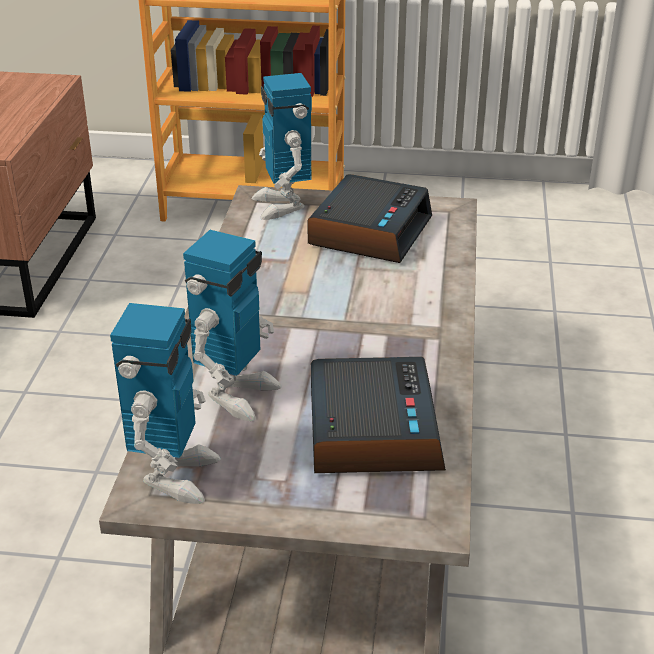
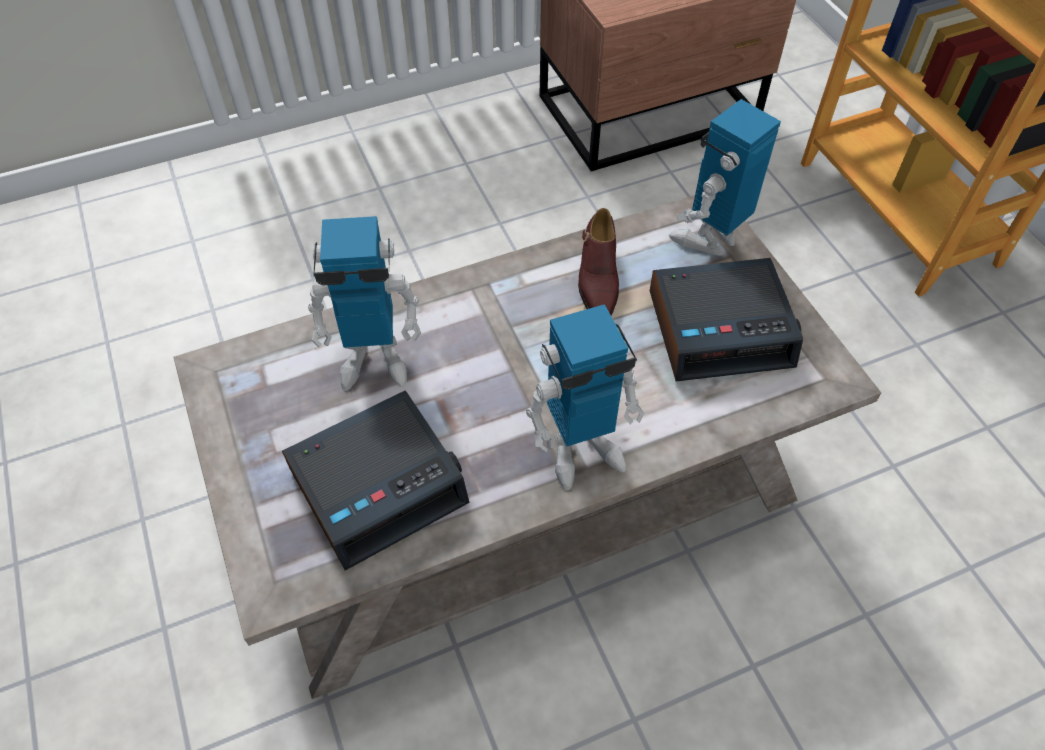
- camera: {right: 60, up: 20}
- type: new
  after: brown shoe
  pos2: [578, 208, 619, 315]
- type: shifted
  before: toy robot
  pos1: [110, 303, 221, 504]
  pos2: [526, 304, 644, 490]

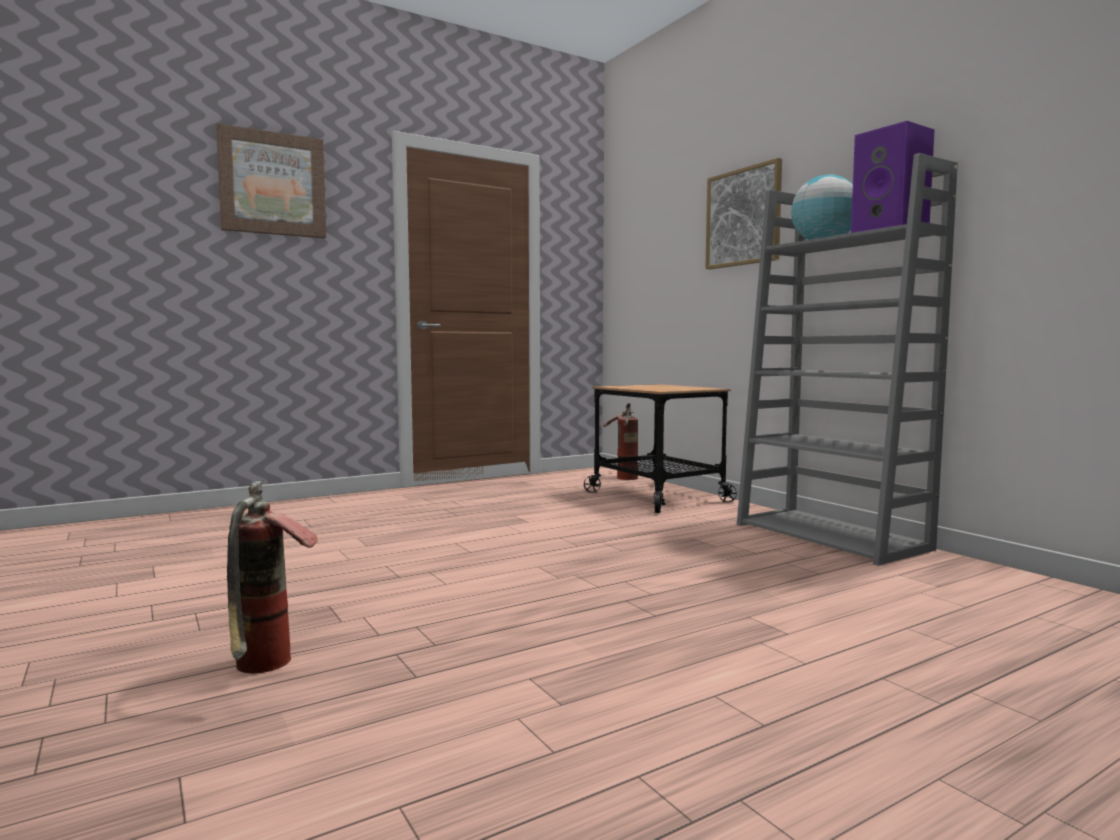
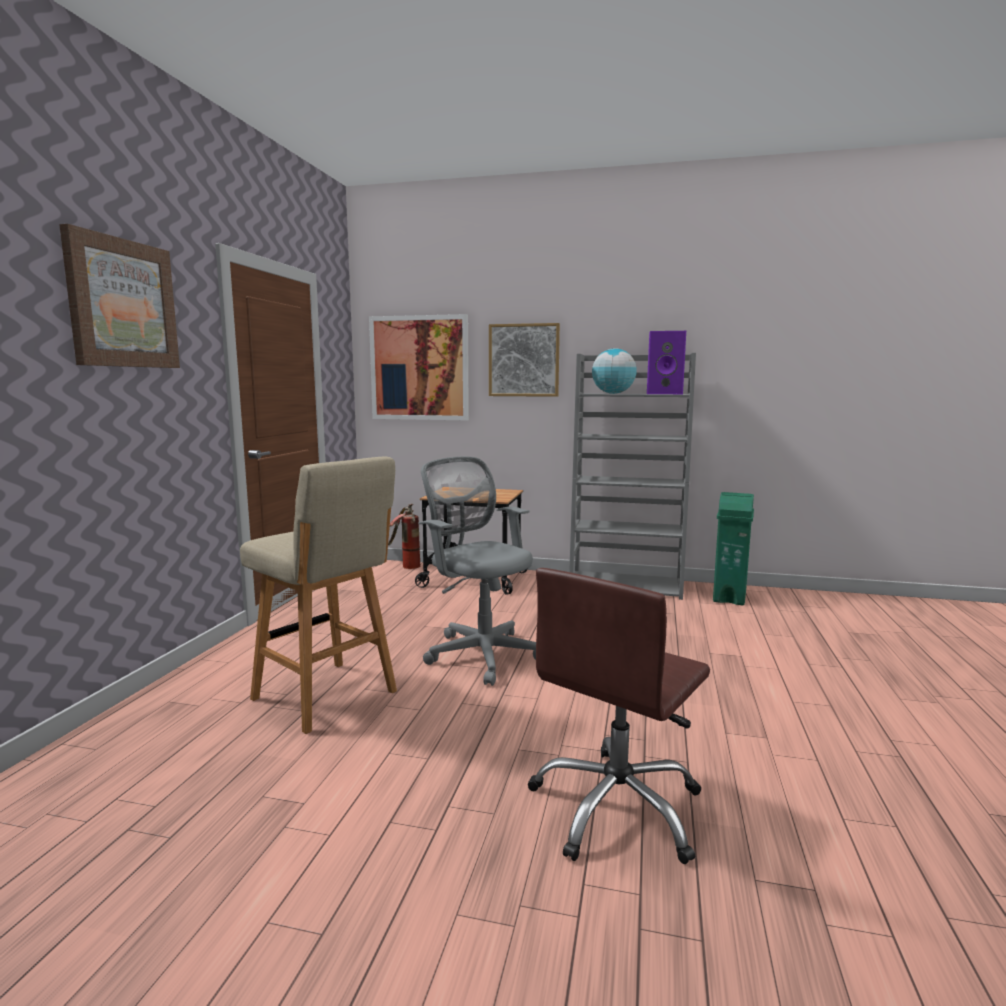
- camera: {right: -45, up: 5}
- type: new
  after: beige stool
  pos2: [240, 456, 397, 734]
- type: new
  after: picture
  pos2: [369, 314, 469, 420]
- type: new
  after: grey office chair
  pos2: [418, 456, 536, 686]
- type: new
  after: green trash can
  pos2: [713, 492, 754, 605]
- type: swapped
  before: fire extinguisher
  after: brown office chair
  pos1: [227, 480, 318, 673]
  pos2: [527, 568, 710, 864]

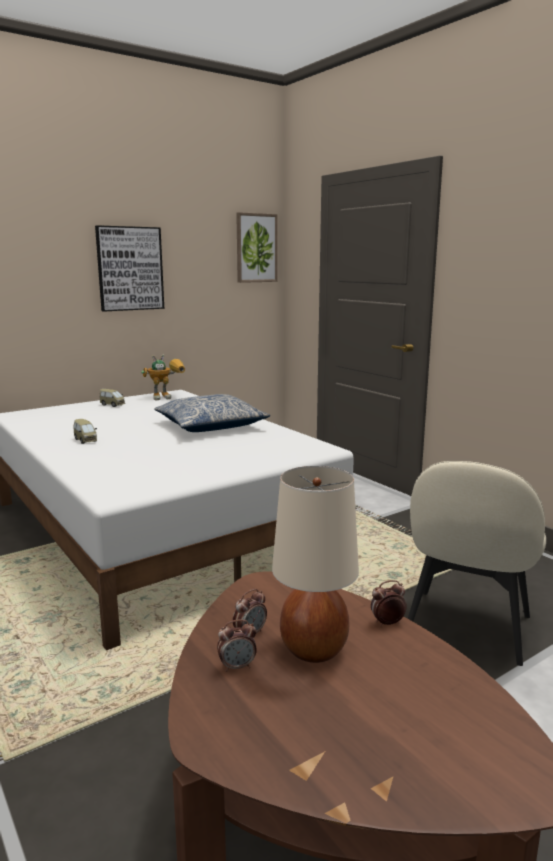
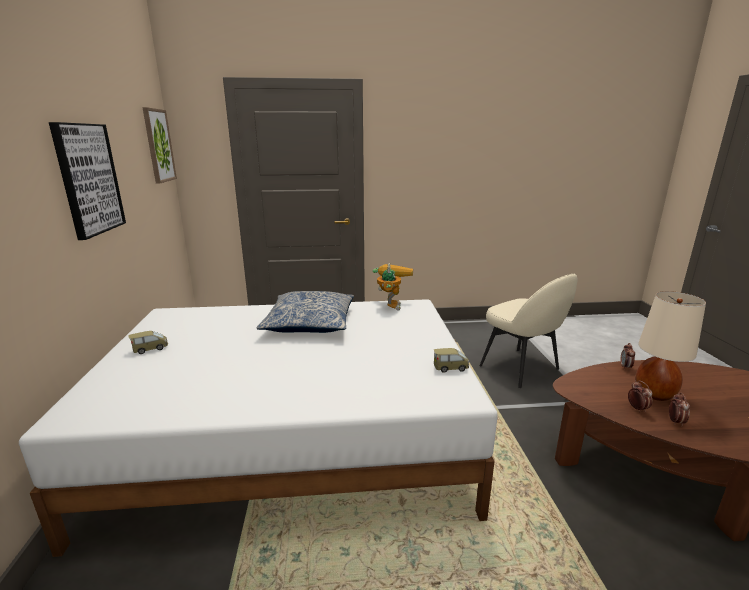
- camera: {right: -60, up: 5}
- type: shifted
  before: toy car
  pos1: [74, 419, 97, 444]
  pos2: [433, 348, 469, 373]
- type: shifted
  before: toy robot
  pos1: [141, 355, 185, 400]
  pos2: [373, 263, 413, 311]

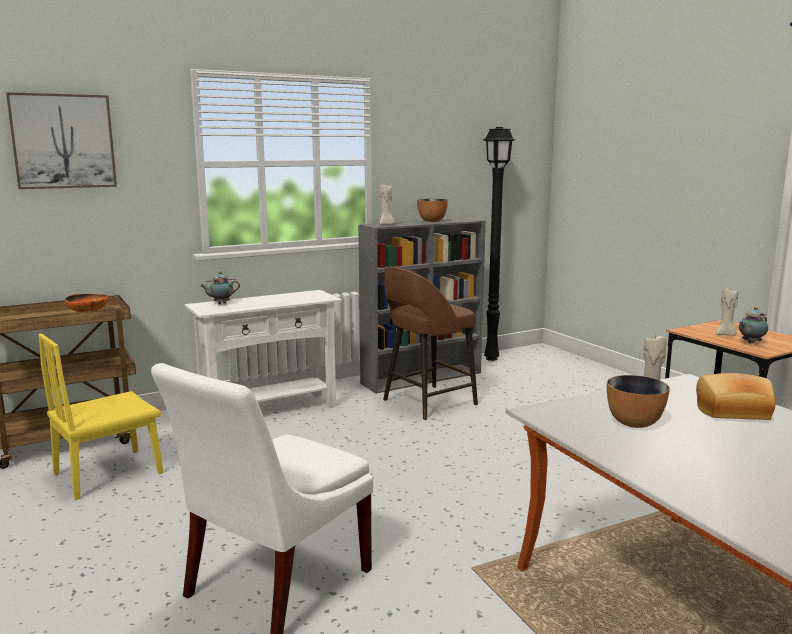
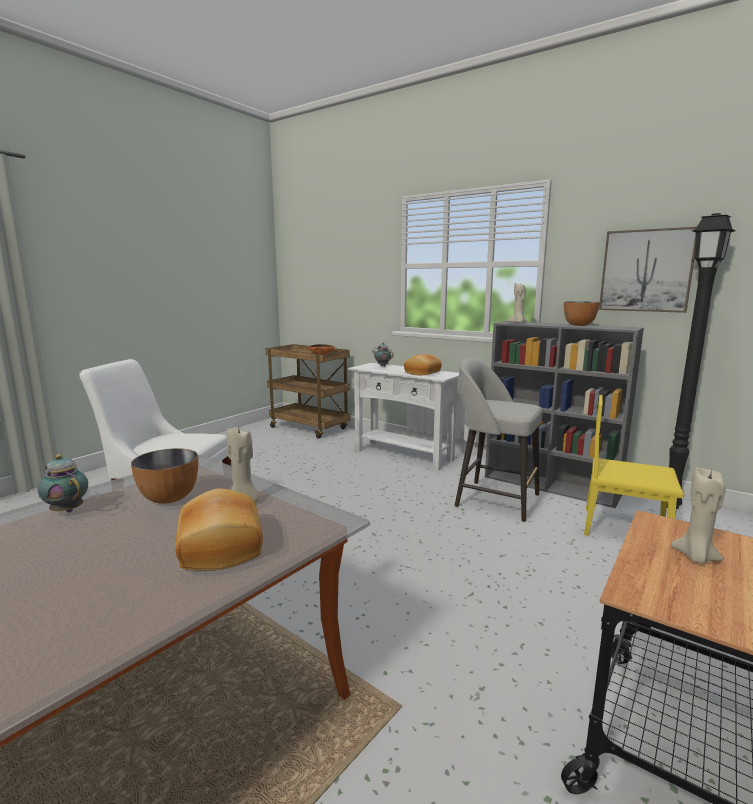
- camera: {right: 65, up: 0}
- type: new
  after: bread
  pos2: [404, 354, 442, 375]
- type: shifted
  before: picture
  pos1: [6, 92, 117, 189]
  pos2: [599, 227, 696, 313]
- type: shifted
  before: yellow chair
  pos1: [38, 333, 164, 500]
  pos2: [584, 395, 684, 536]
- type: shifted
  before: teapot
  pos1: [739, 307, 768, 343]
  pos2: [38, 454, 88, 513]
- type: repainted
  before: brown stool
  after: grey stool
  pos1: [383, 266, 478, 420]
  pos2: [455, 358, 542, 522]

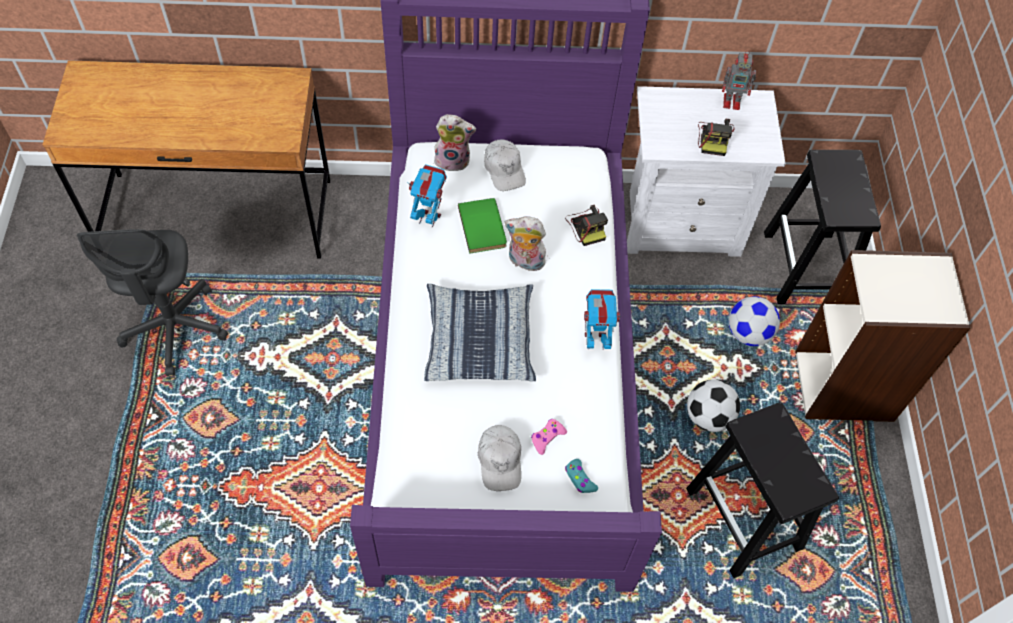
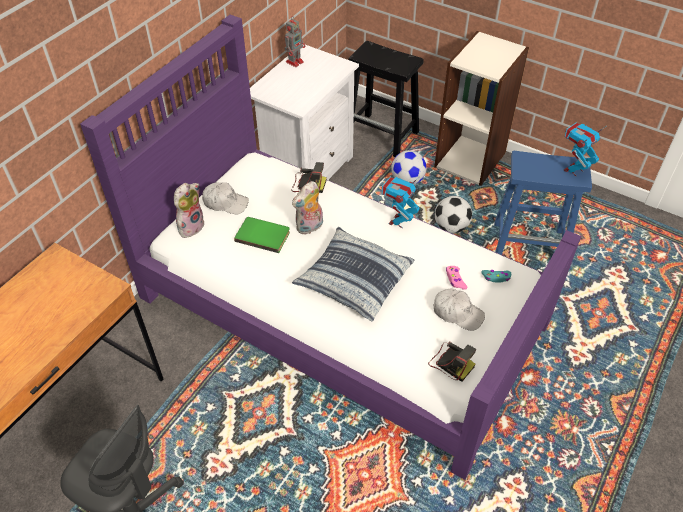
- camera: {right: -55, up: -10}
- type: shifted
  before: toy robot
  pos1: [407, 164, 447, 228]
  pos2: [564, 122, 605, 177]
- type: shifted
  before: photo camera
  pos1: [698, 119, 735, 156]
  pos2: [428, 341, 476, 382]
- type: repainted
  before: black stool
  after: blue stool
  pos1: [686, 402, 839, 578]
  pos2: [494, 151, 592, 255]

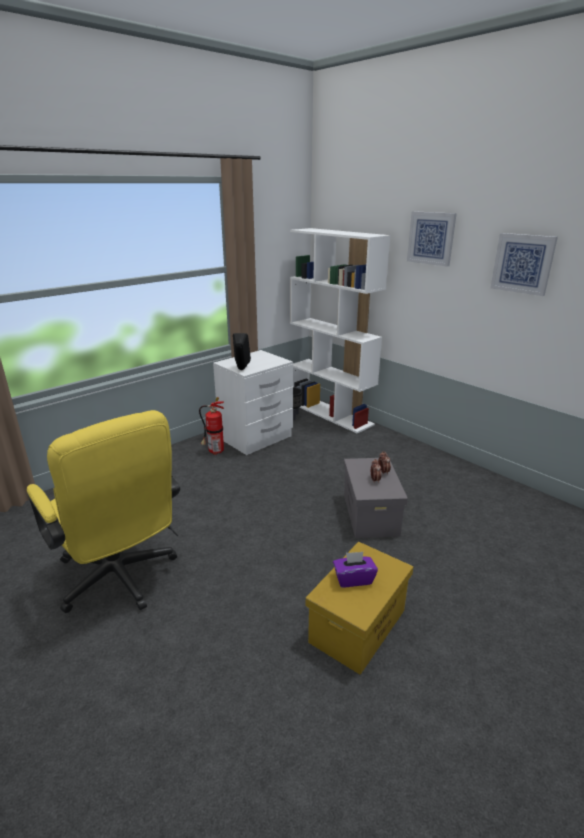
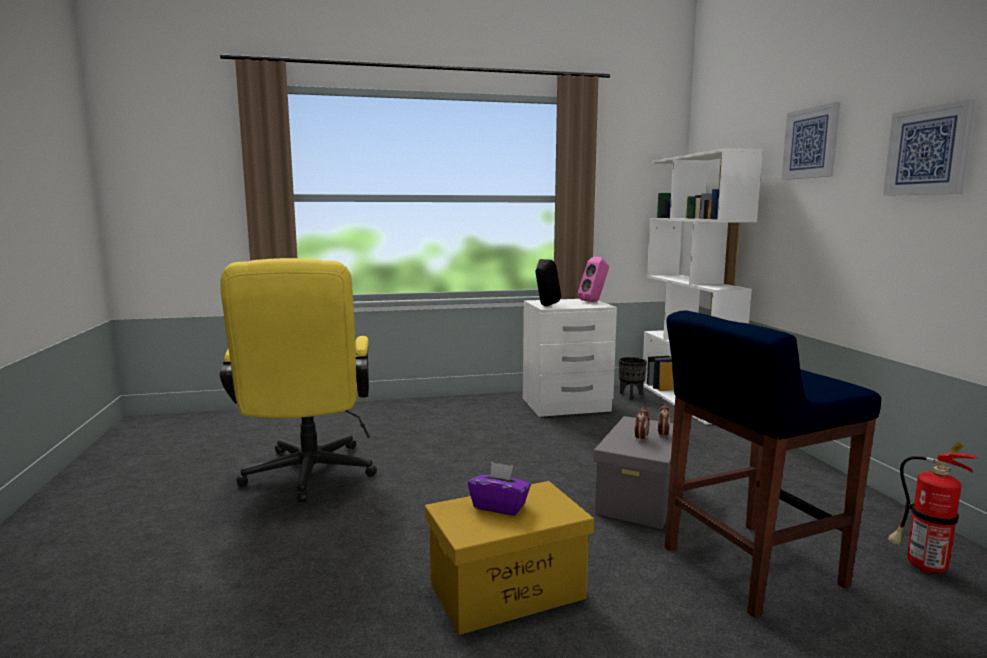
- camera: {right: 30, up: -15}
- type: new
  after: pink speaker
  pos2: [578, 257, 609, 302]
- type: new
  after: blue stool
  pos2: [665, 310, 881, 618]
- type: shifted
  before: fire extinguisher
  pos1: [199, 397, 224, 455]
  pos2: [888, 442, 978, 574]

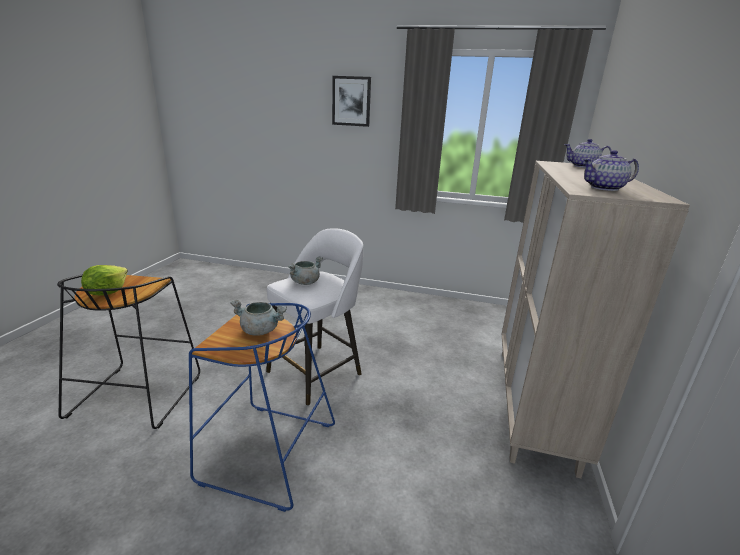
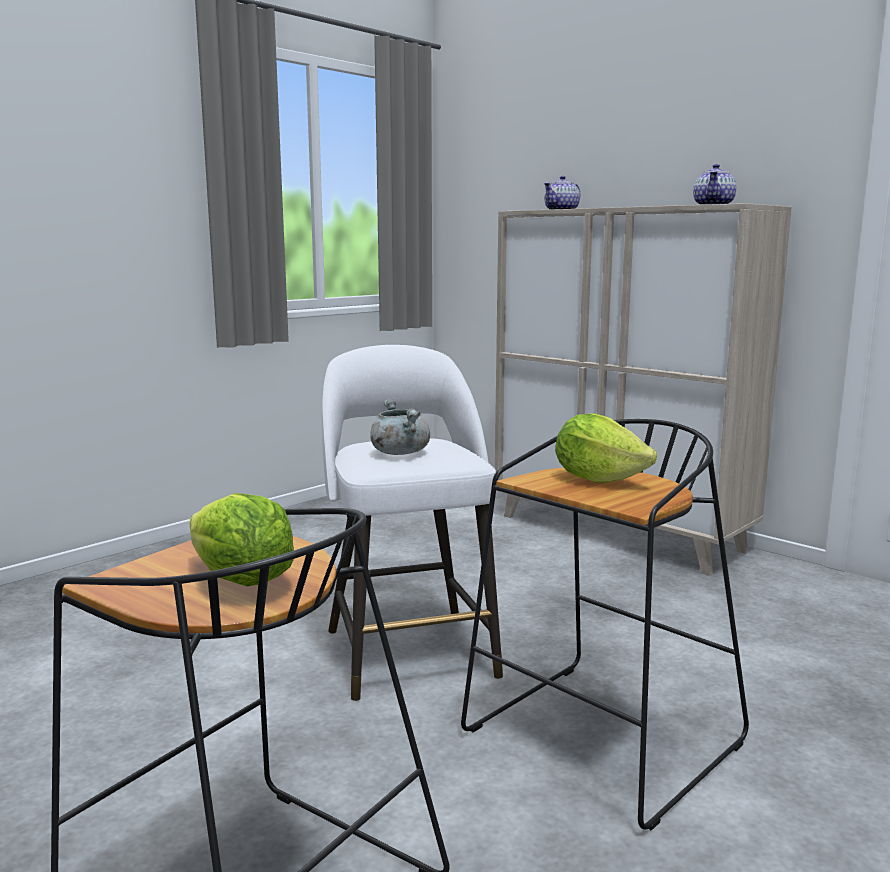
- camera: {right: -60, up: -10}
- type: gone
  before: picture
  pos1: [332, 76, 371, 127]
- type: swapped
  before: grey cooking pot
  after: lettuce
  pos1: [230, 300, 287, 336]
  pos2: [555, 413, 657, 483]
- type: repainted
  before: blue stool
  after: black stool
  pos1: [189, 303, 335, 512]
  pos2: [461, 419, 749, 831]

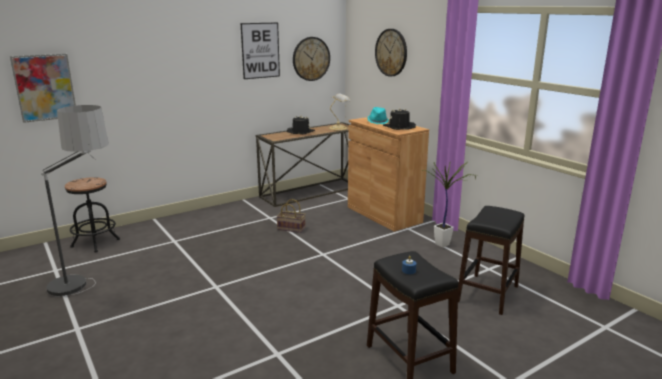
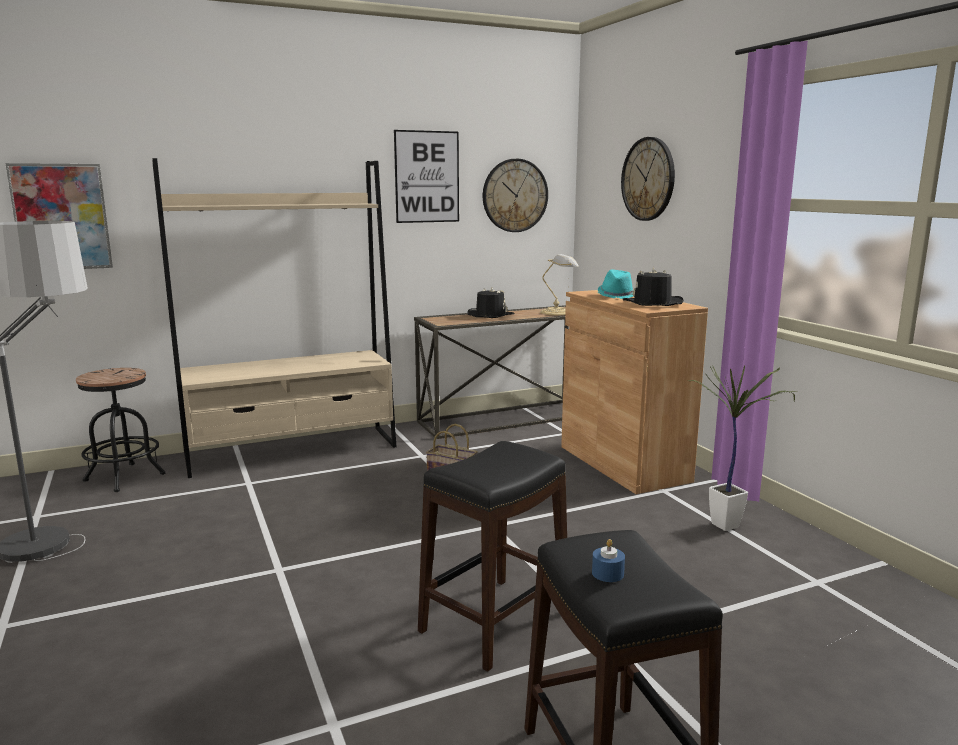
- camera: {right: 10, up: -5}
- type: new
  after: beige bookcase
  pos2: [152, 158, 396, 478]
- type: shifted
  before: black stool
  pos1: [458, 206, 524, 315]
  pos2: [418, 441, 567, 672]

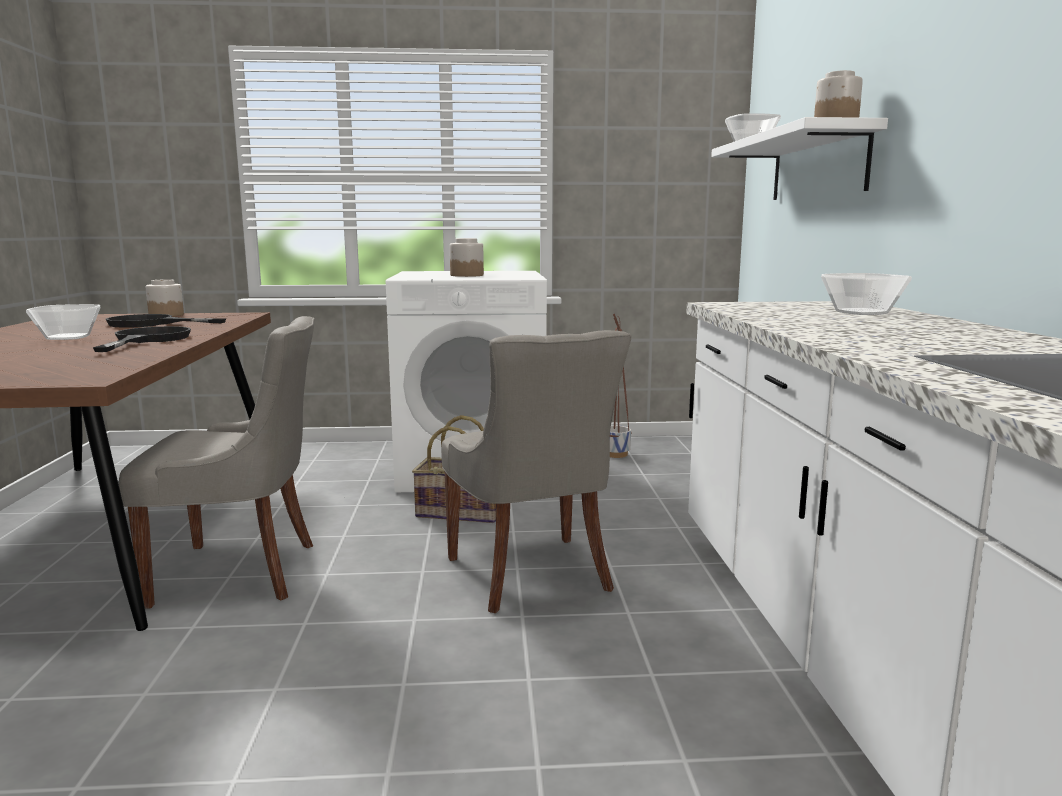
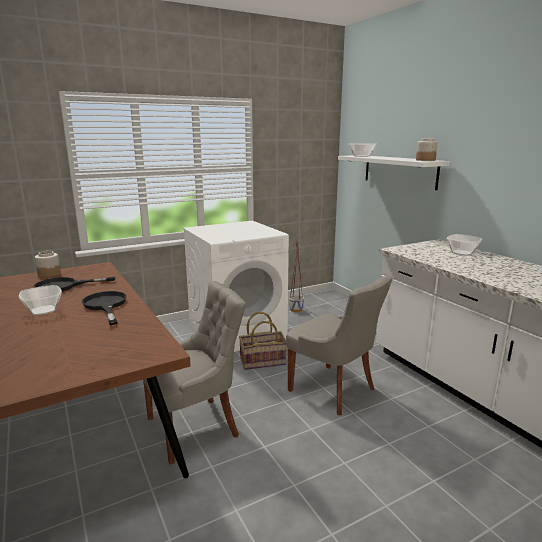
- camera: {right: -25, up: 5}
- type: gone
  before: jar
  pos1: [450, 238, 484, 277]

